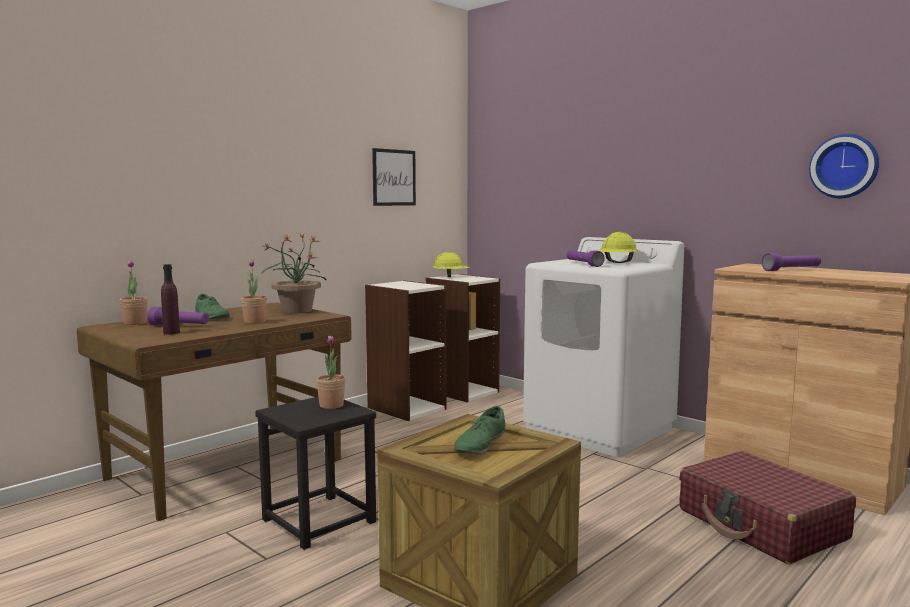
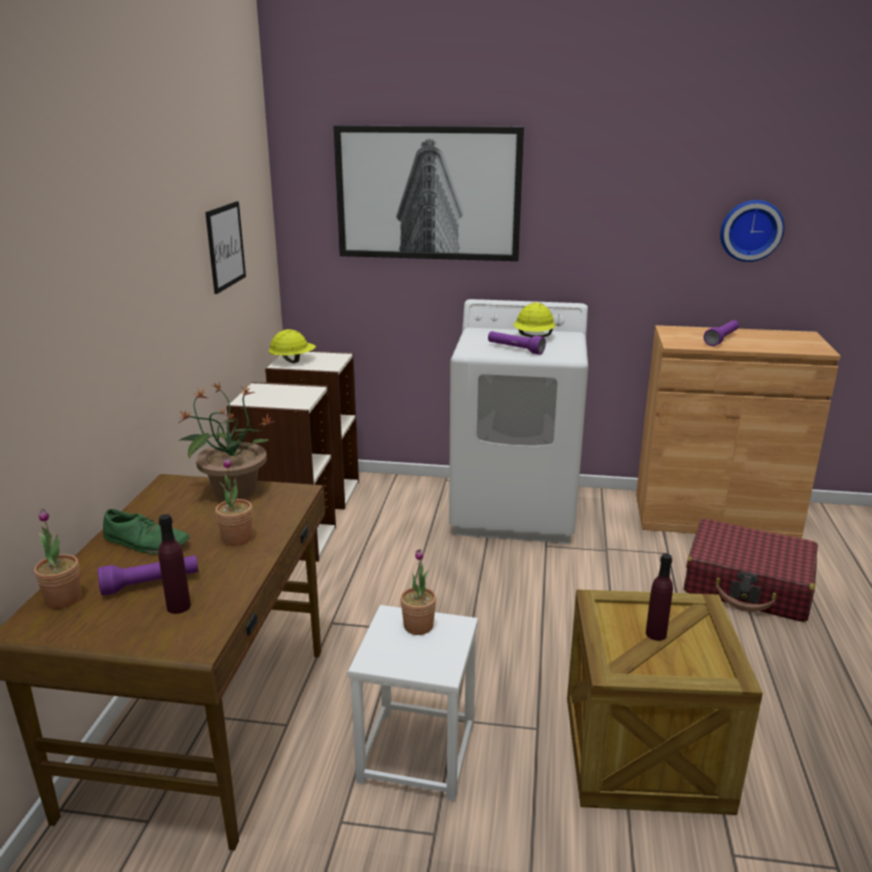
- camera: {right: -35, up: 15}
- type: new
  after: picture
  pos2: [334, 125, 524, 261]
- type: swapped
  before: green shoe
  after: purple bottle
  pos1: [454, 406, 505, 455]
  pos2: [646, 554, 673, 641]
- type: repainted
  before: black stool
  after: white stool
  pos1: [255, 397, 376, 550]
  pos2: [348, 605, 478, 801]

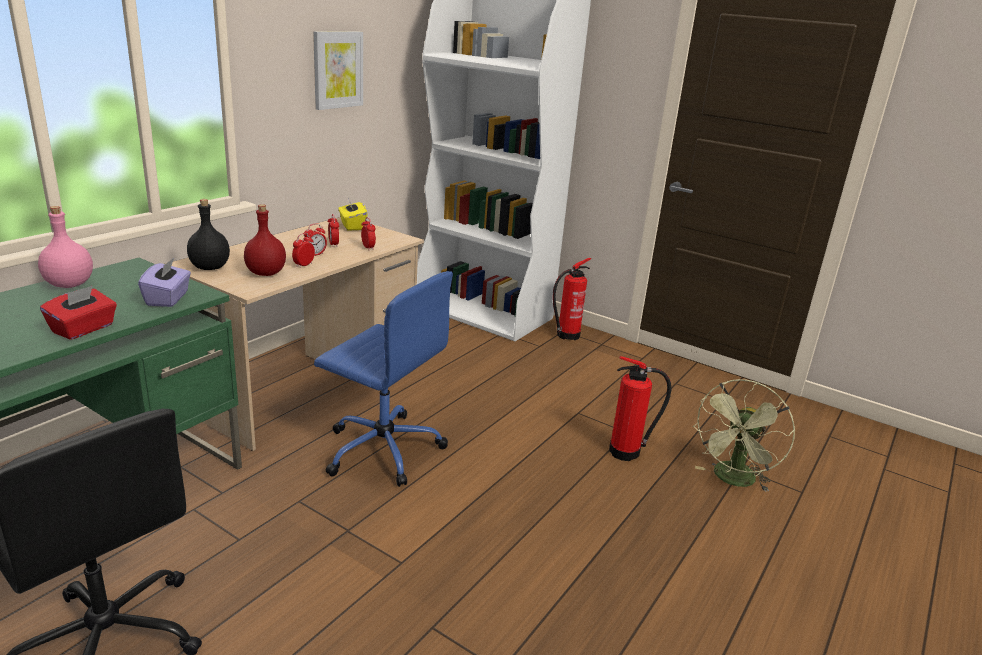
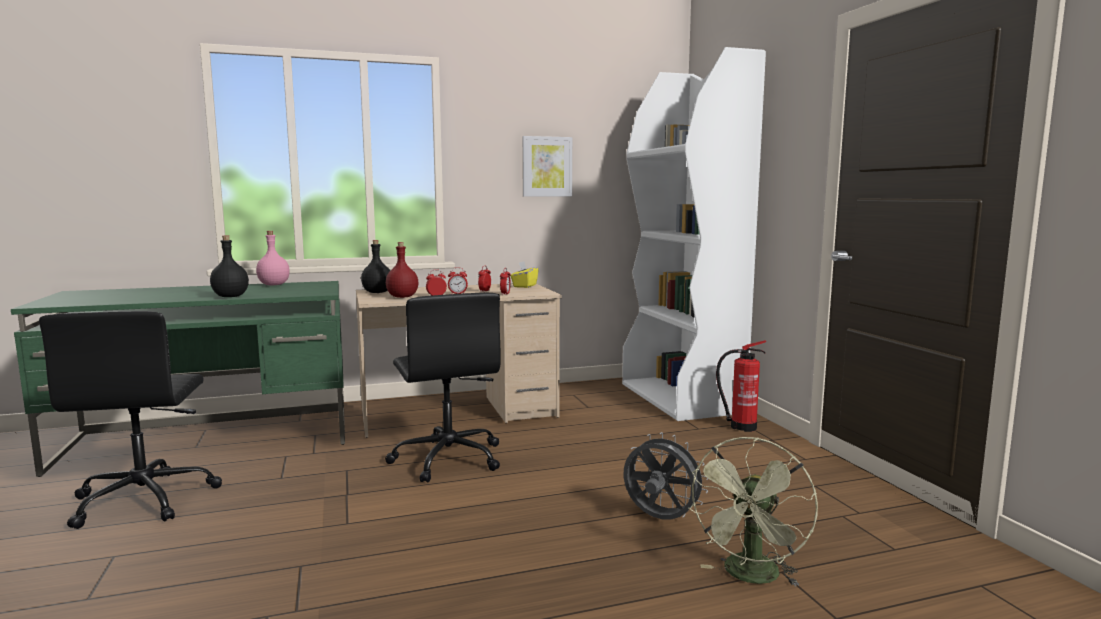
- camera: {right: 40, up: -15}
- type: gone
  before: purple tissue box
  pos1: [138, 258, 191, 307]
- type: swapped
  before: red tissue box
  after: black bottle
  pos1: [40, 286, 117, 340]
  pos2: [210, 235, 249, 297]
- type: swapped
  before: fire extinguisher
  after: grey fan
  pos1: [609, 356, 671, 461]
  pos2: [624, 432, 708, 520]
- type: repainted
  before: blue office chair
  after: black office chair
  pos1: [314, 271, 453, 487]
  pos2: [385, 293, 501, 482]
- type: rotated
  before: green fan
  pos1: [693, 379, 795, 492]
  pos2: [688, 437, 818, 586]
  turn: -45

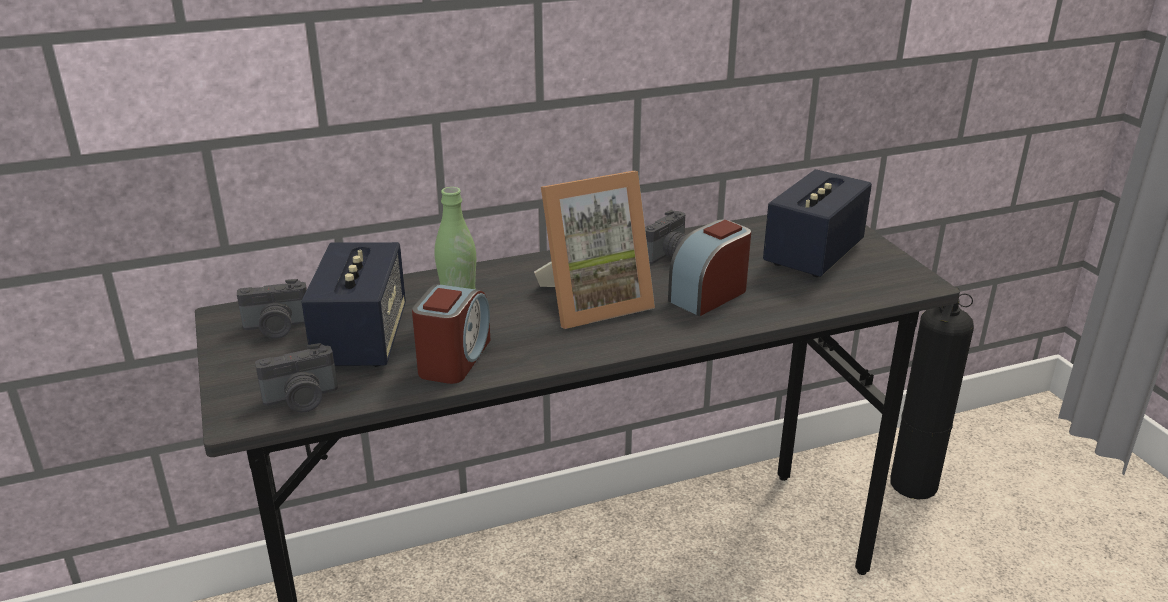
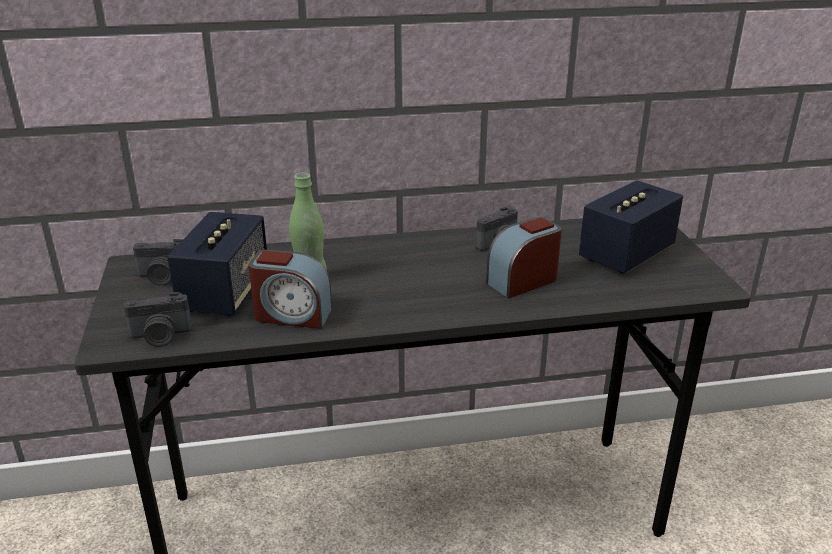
- camera: {right: 10, up: 0}
- type: gone
  before: picture frame
  pos1: [534, 171, 655, 329]
- type: gone
  before: fire extinguisher
  pos1: [890, 287, 974, 499]
- type: rotated
  before: alarm clock
  pos1: [412, 284, 491, 384]
  pos2: [248, 250, 332, 329]
  turn: 75

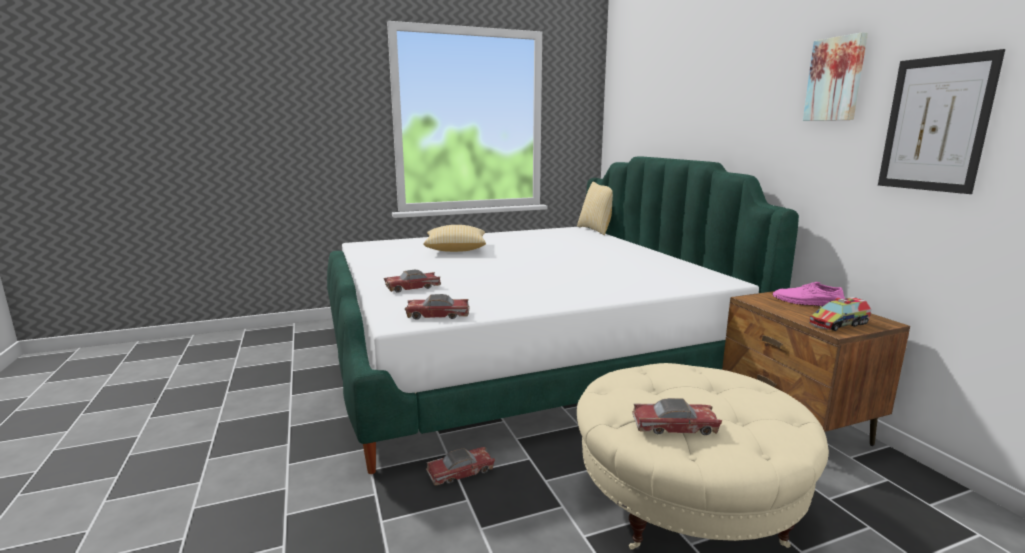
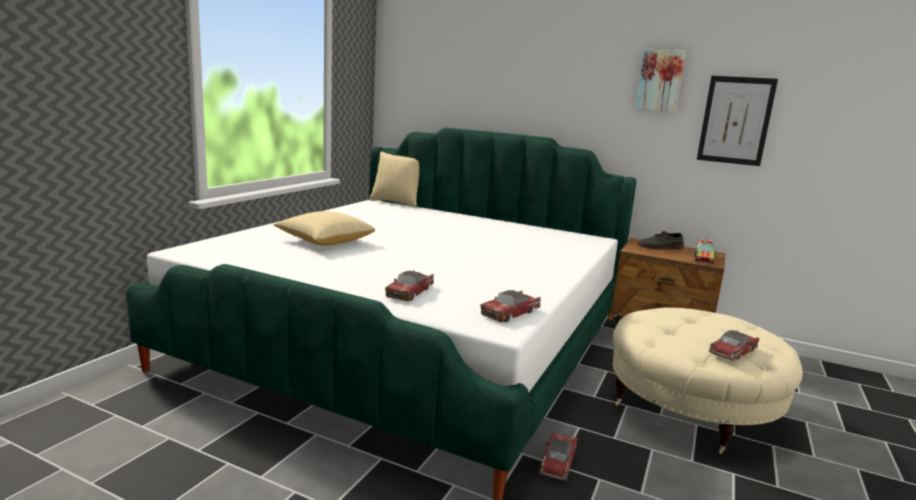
- camera: {right: -45, up: 0}
- type: repainted
  before: pink shoe
  after: grey shoe
  pos1: [773, 282, 845, 306]
  pos2: [637, 231, 684, 249]

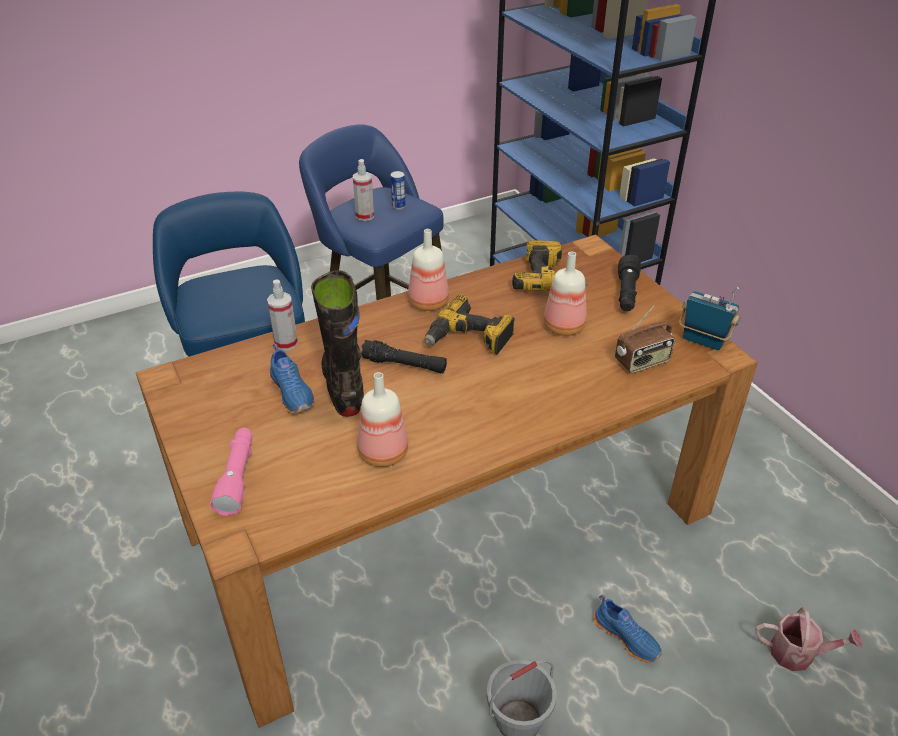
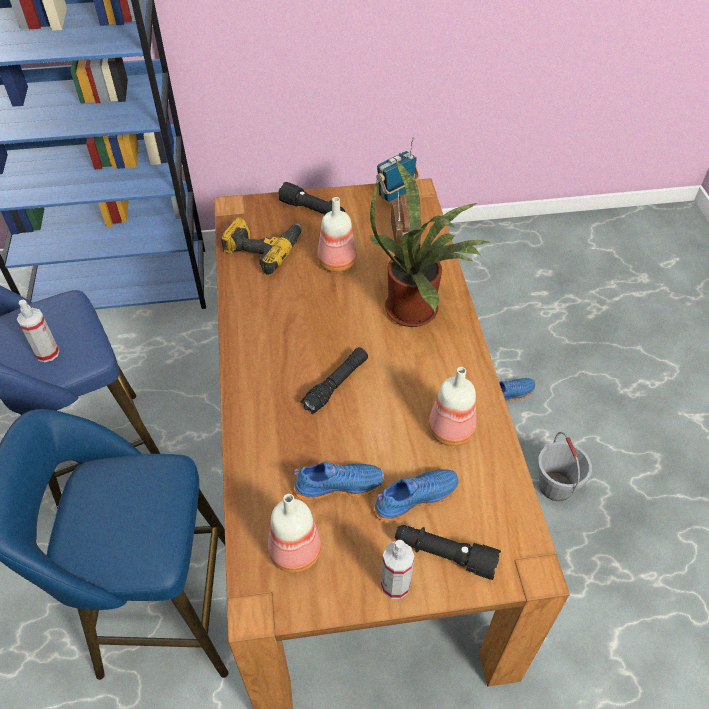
- camera: {right: -70, up: 10}
- type: gone
  before: black boot
  pos1: [311, 270, 364, 417]
- type: gone
  before: can
  pos1: [391, 171, 406, 210]
- type: gone
  before: power drill
  pos1: [424, 294, 515, 355]
- type: gone
  before: watering can
  pos1: [755, 607, 862, 671]
- type: new
  after: potted plant
  pos2: [370, 161, 491, 327]
- type: new
  after: blue shoe
  pos2: [374, 469, 459, 523]
- type: shifted
  before: spray bottle
  pos1: [267, 280, 298, 350]
  pos2: [381, 540, 414, 599]
- type: shifted
  before: bottle
  pos1: [408, 229, 449, 311]
  pos2: [268, 494, 321, 573]
- type: repainted
  before: pink flashlight
  after: black flashlight
  pos1: [210, 428, 253, 516]
  pos2: [395, 525, 501, 580]

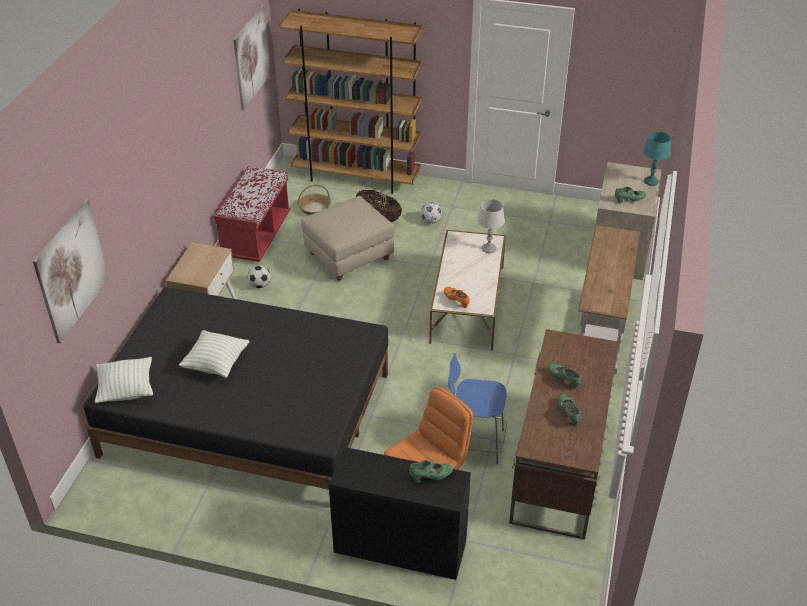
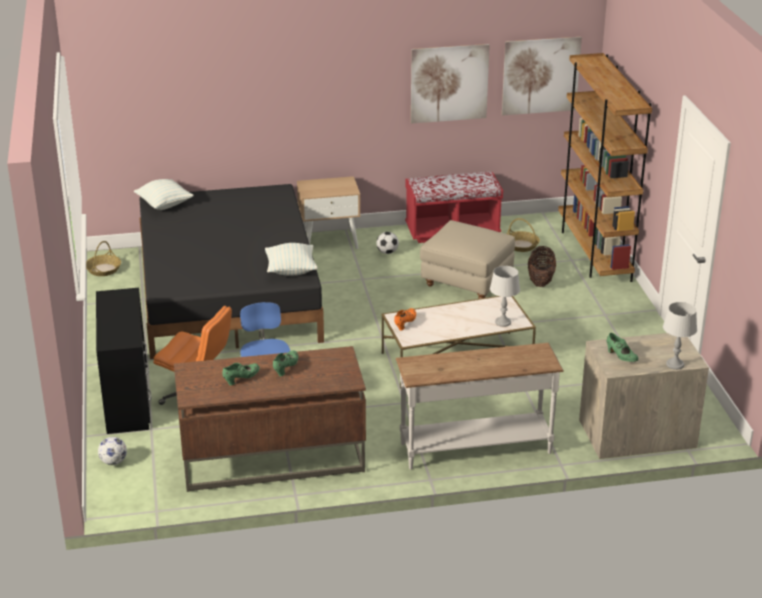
- camera: {right: 65, up: -10}
- type: gone
  before: green shoe
  pos1: [409, 460, 453, 483]
- type: new
  after: basket
  pos2: [86, 241, 121, 276]
- type: shifted
  before: picture
  pos1: [33, 199, 108, 343]
  pos2: [411, 44, 490, 124]
- type: shifted
  before: pillow
  pos1: [179, 330, 250, 378]
  pos2: [265, 243, 318, 276]
- type: shifted
  before: football
  pos1: [421, 202, 442, 224]
  pos2: [98, 437, 127, 465]
- type: repainted
  before: turquoise table lamp
  after: grey table lamp
  pos1: [643, 131, 671, 186]
  pos2: [663, 302, 697, 370]

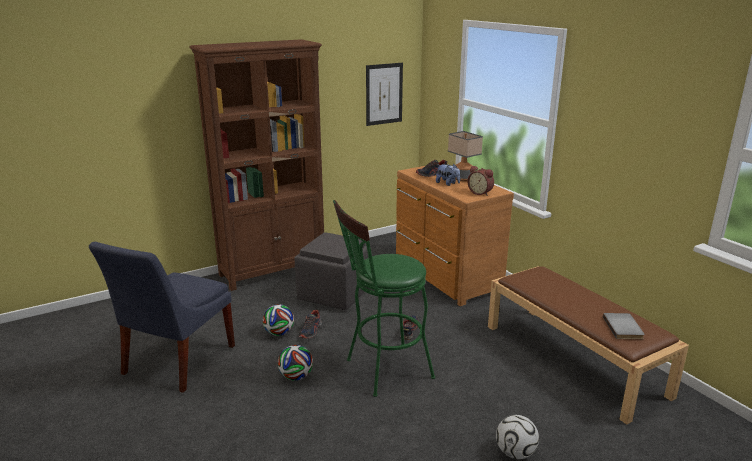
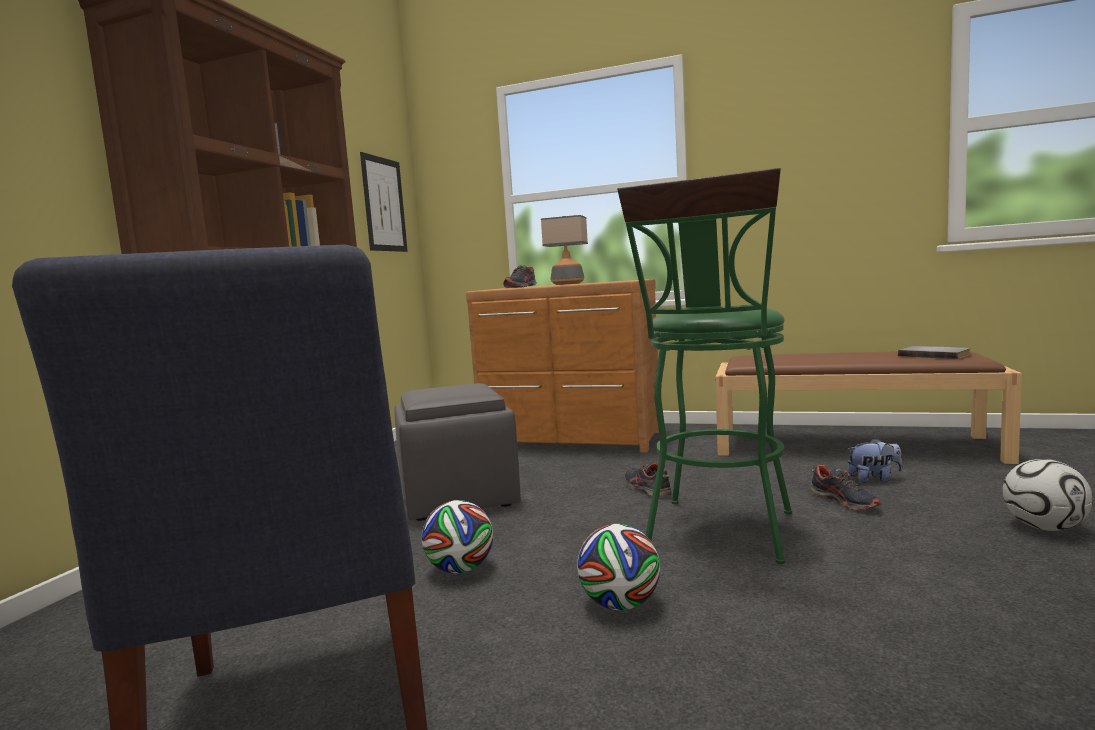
- camera: {right: -40, up: -15}
- type: gone
  before: alarm clock
  pos1: [467, 166, 494, 196]
- type: shifted
  before: shoe
  pos1: [299, 310, 322, 339]
  pos2: [810, 465, 881, 510]
- type: shifted
  before: plush toy
  pos1: [436, 164, 460, 186]
  pos2: [848, 438, 902, 483]

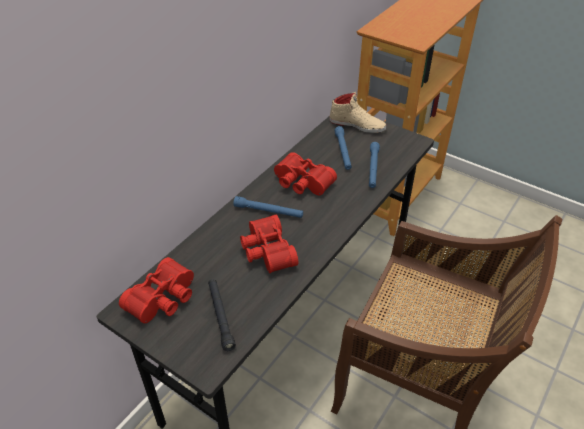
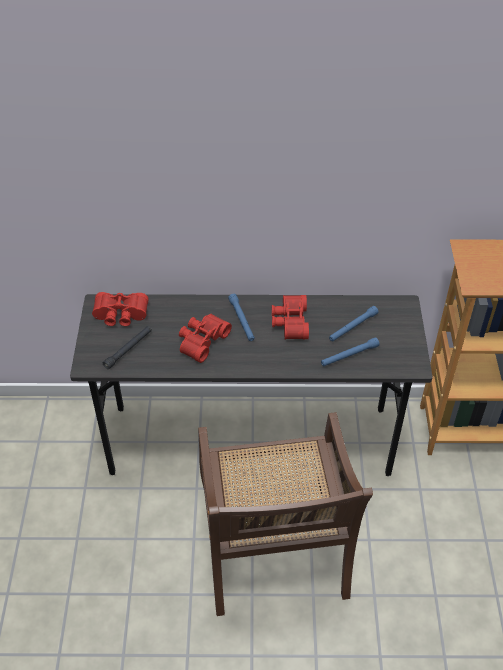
- camera: {right: 55, up: 5}
- type: gone
  before: beige shoe
  pos1: [329, 92, 386, 133]

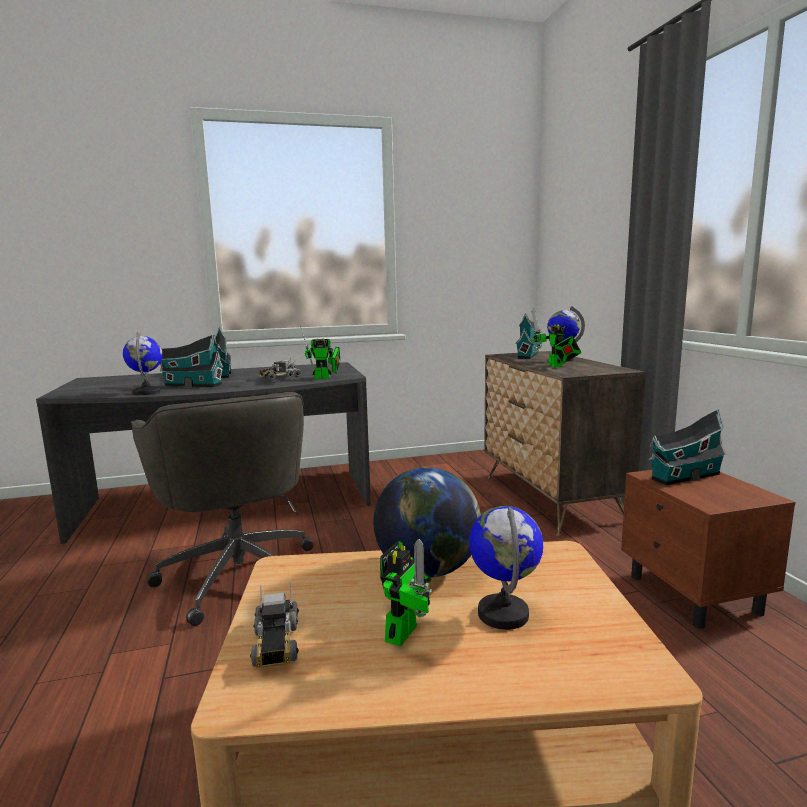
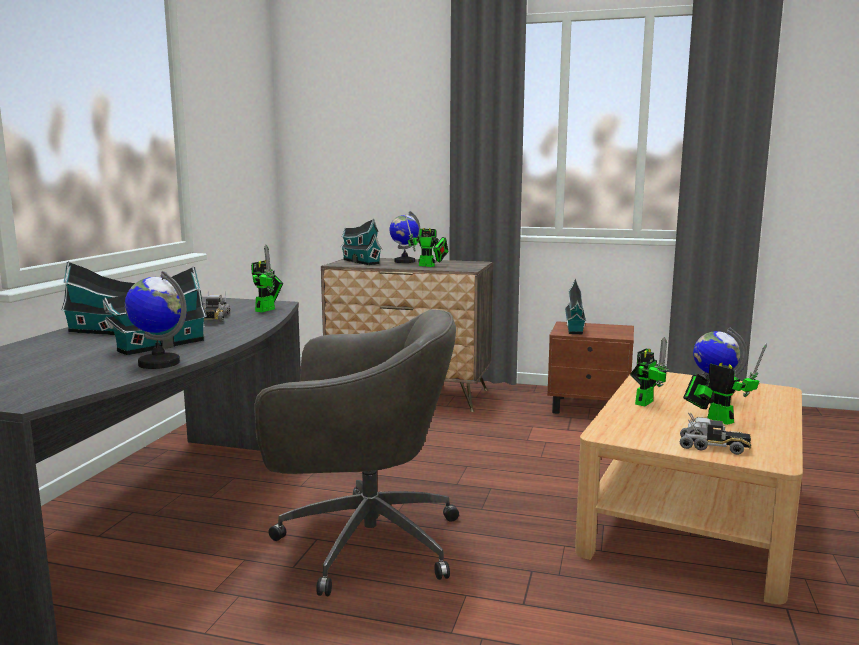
- camera: {right: -60, up: 0}
- type: swapped
  before: globe
  after: toy robot
  pos1: [373, 467, 481, 578]
  pos2: [630, 337, 668, 406]

